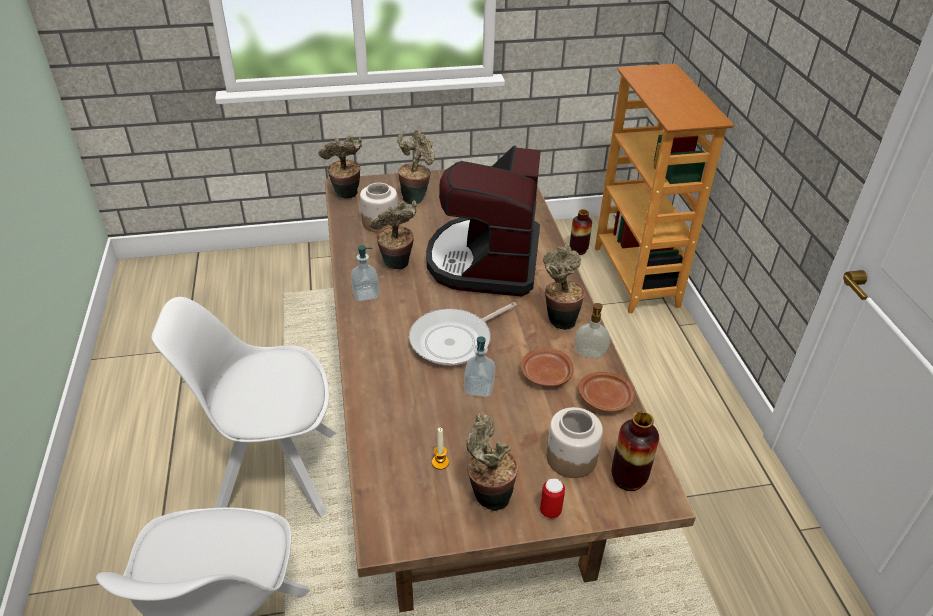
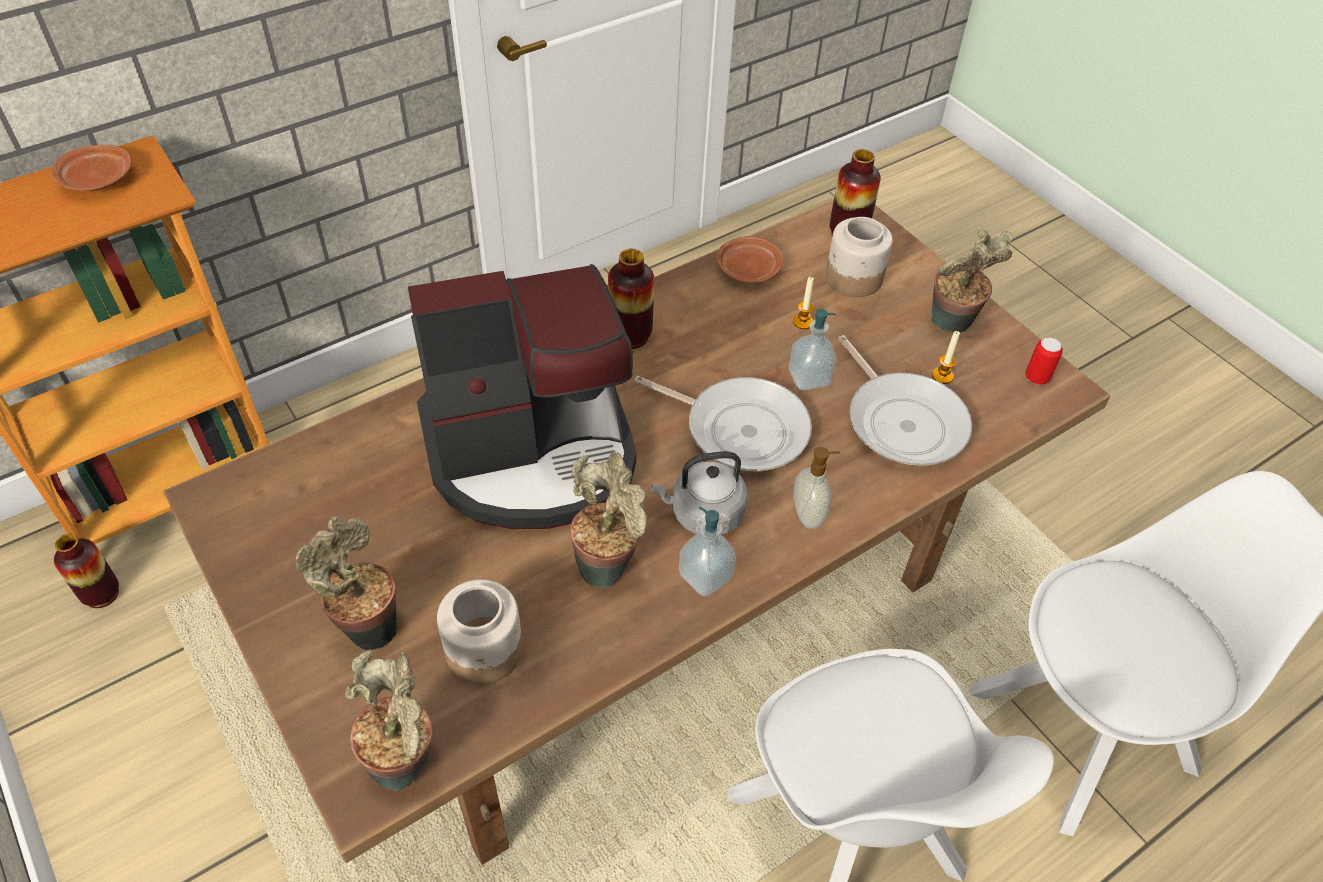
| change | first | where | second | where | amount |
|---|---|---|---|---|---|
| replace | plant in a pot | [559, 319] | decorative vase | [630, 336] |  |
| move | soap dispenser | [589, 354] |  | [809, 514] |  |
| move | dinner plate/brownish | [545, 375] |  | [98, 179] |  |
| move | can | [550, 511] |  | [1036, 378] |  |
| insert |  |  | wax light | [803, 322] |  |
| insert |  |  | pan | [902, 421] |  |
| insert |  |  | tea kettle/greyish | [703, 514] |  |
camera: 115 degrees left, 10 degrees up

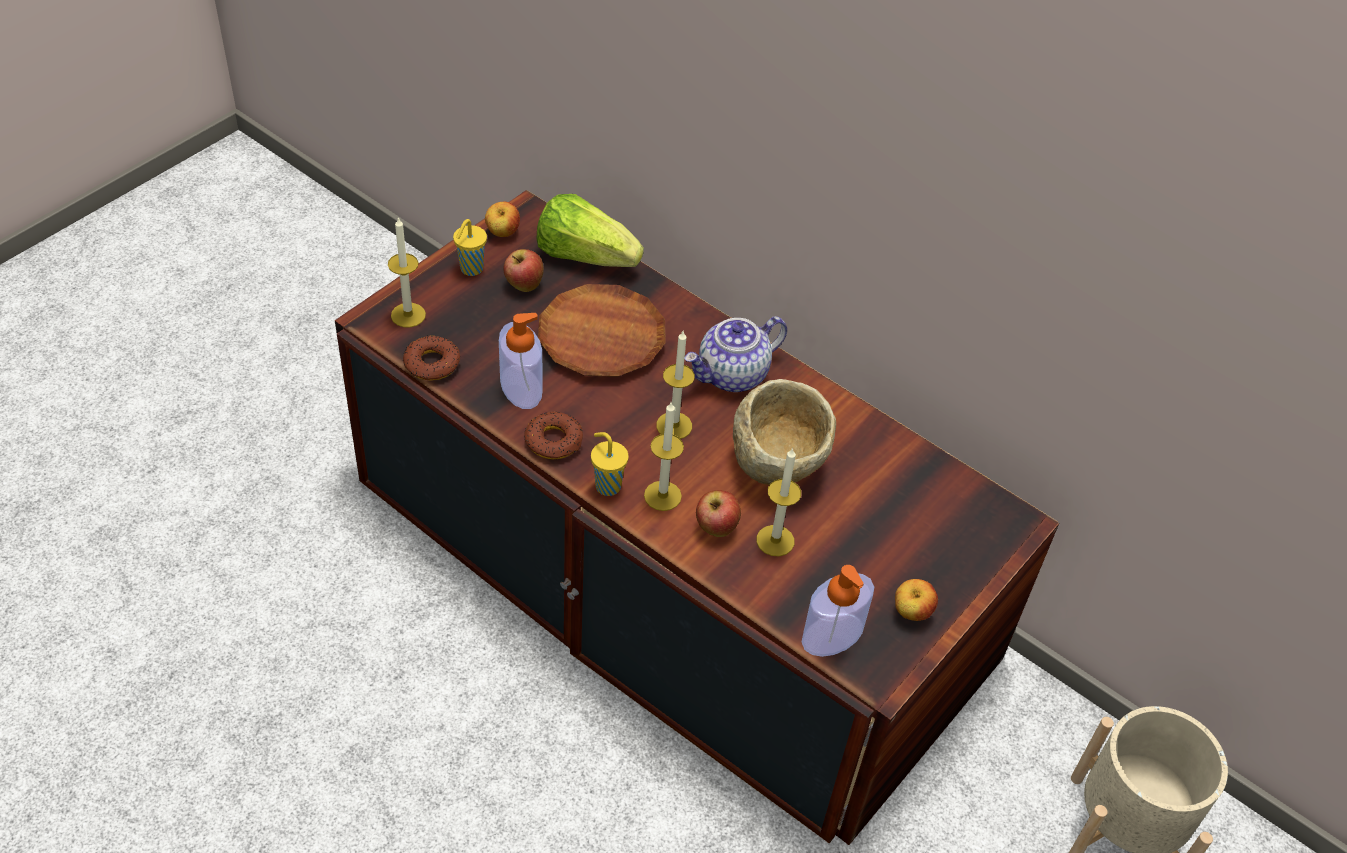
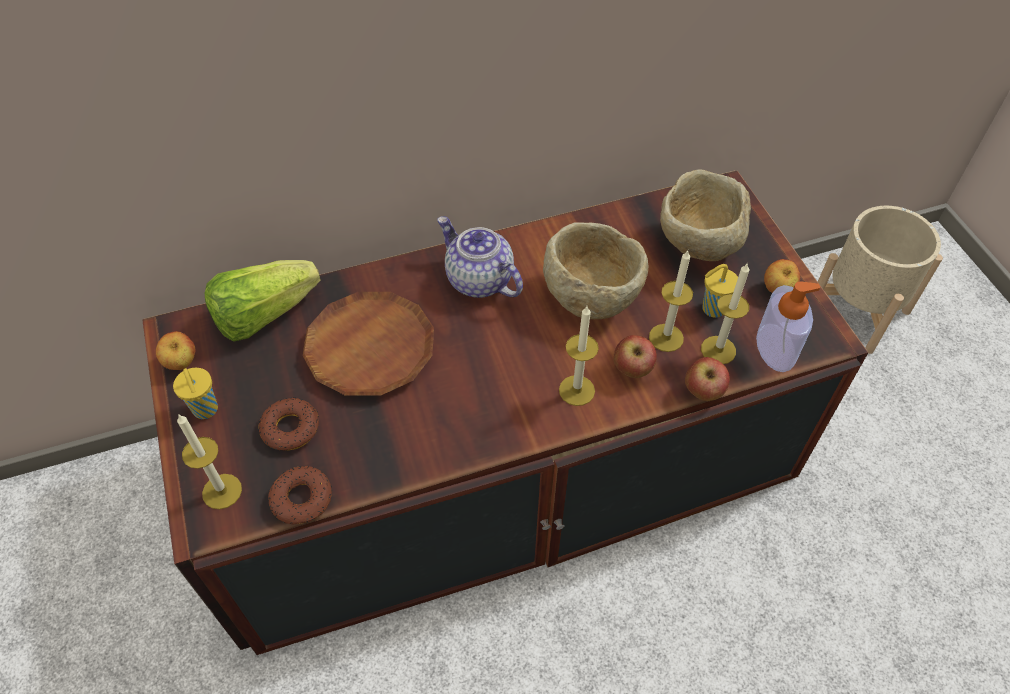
| change | first | where | second | where | amount |
|---|---|---|---|---|---|
| move | apple | [523, 285] |  | [703, 392] |  |
| delete | soap dispenser | [521, 387] |  |  |  |
| rotate | teapot | [732, 375] |  | [478, 280] | 135 degrees clockwise |
| move | wax light | [674, 425] |  | [718, 350] |  |
| move | doughnut | [554, 441] |  | [290, 428] |  |
| move | cup/yellow-coloured | [607, 485] |  | [712, 309] |  |
| insert |  |  | serving bowl/beige | [698, 245] |  |
camera: 55 degrees left, 5 degrees up

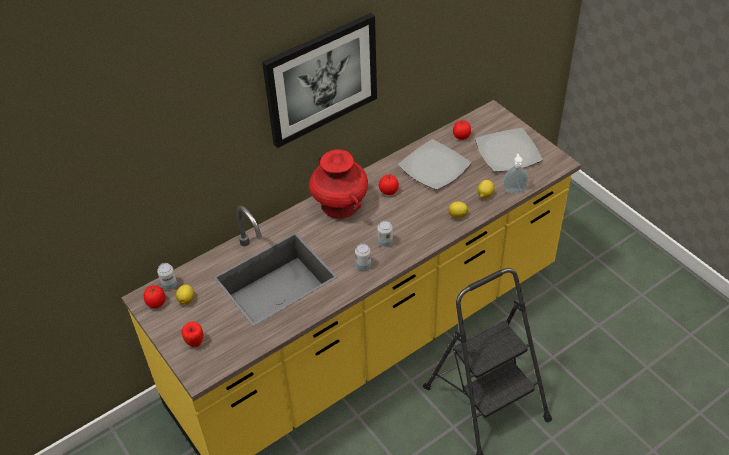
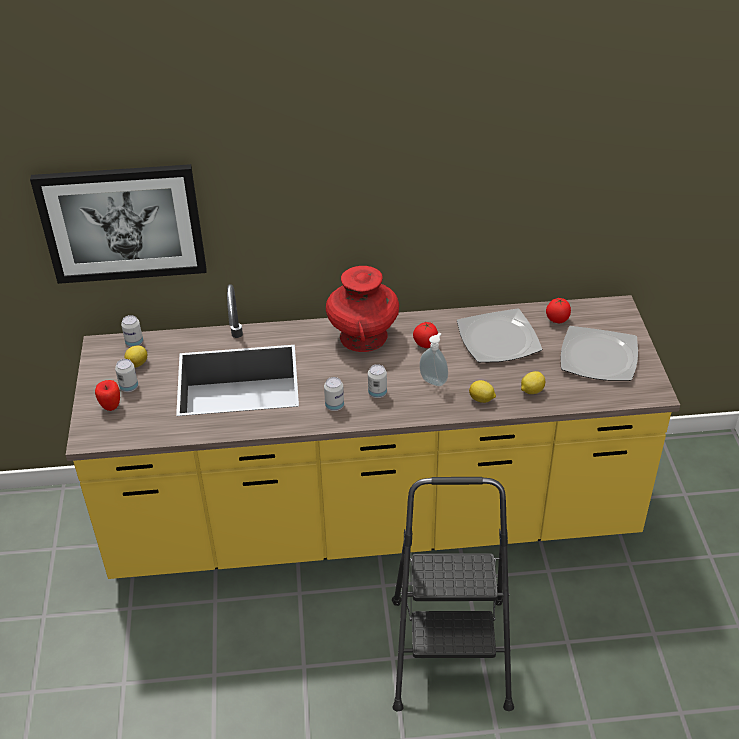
| change | first | where | second | where | amount |
|---|---|---|---|---|---|
| move | wall picture | [321, 79] |  | [122, 223] |  |
| move | soap dispenser | [514, 190] |  | [434, 381] |  |
| delete | whole tomato | [156, 303] |  |  |  |
| insert |  |  | can | [129, 387] |  |
camera: 30 degrees right, 5 degrees down

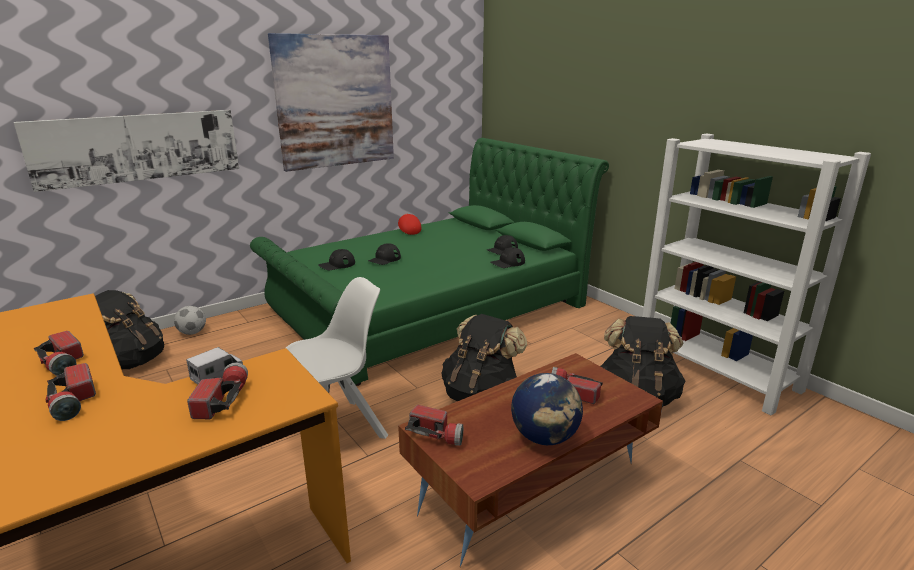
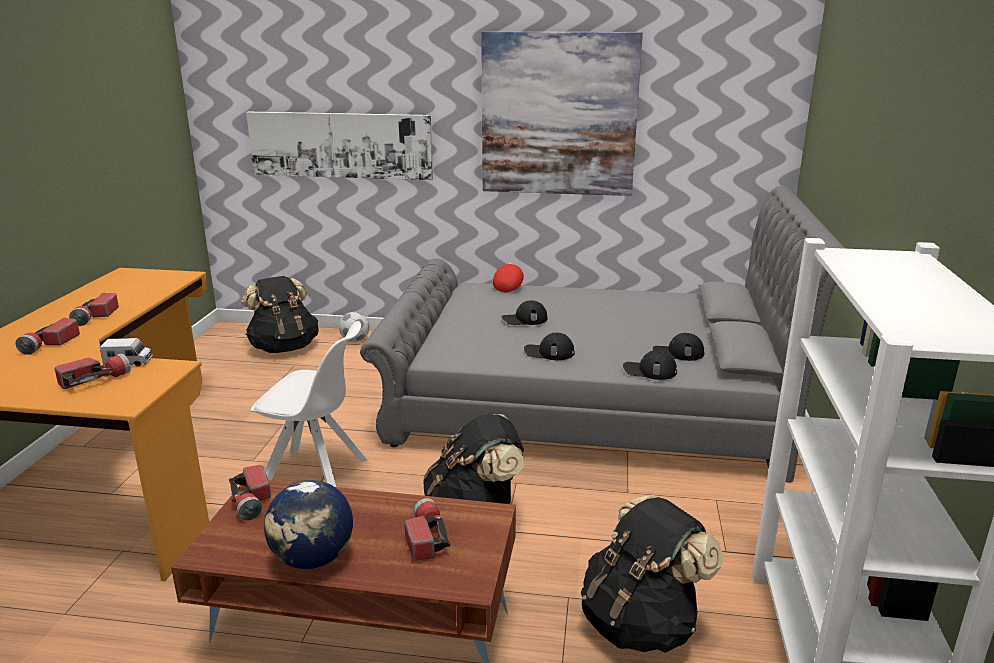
| change | first | where | second | where | amount |
|---|---|---|---|---|---|
| recolor | bed/green | [430, 306] | bed/greyish | [588, 399] |  |
| move | cap/red-coloured | [408, 231] |  | [508, 286] |  |
| move | cap/black-coloured | [337, 265] |  | [549, 352] |  |
camera: 45 degrees right, 0 degrees up

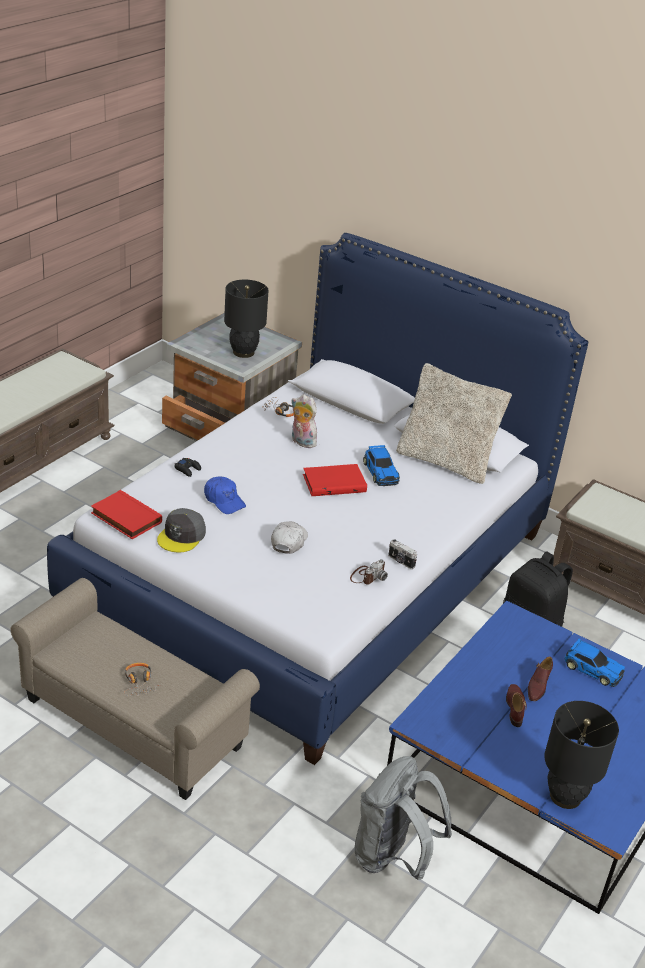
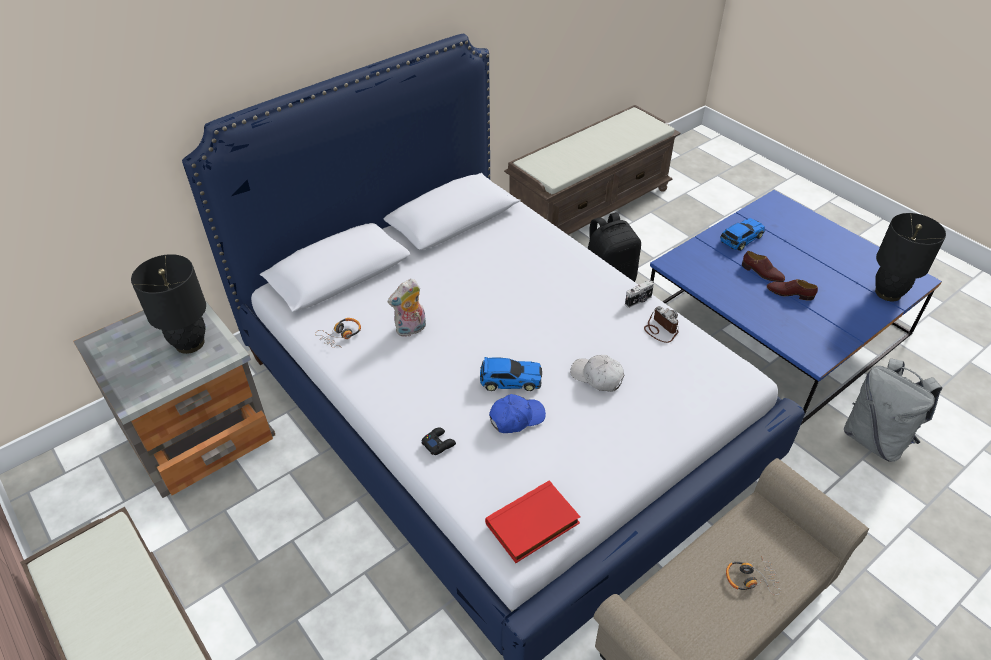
| change | first | where | second | where | amount |
|---|---|---|---|---|---|
| delete | pillow/beige | [446, 459] |  |  |  |
| move | toy car | [381, 472] |  | [509, 379] |  |
| delete | book/red-coloured | [334, 482] |  |  |  |
| delete | cap/greyish | [182, 536] |  |  |  |
camera: 70 degrees left, 10 degrees up

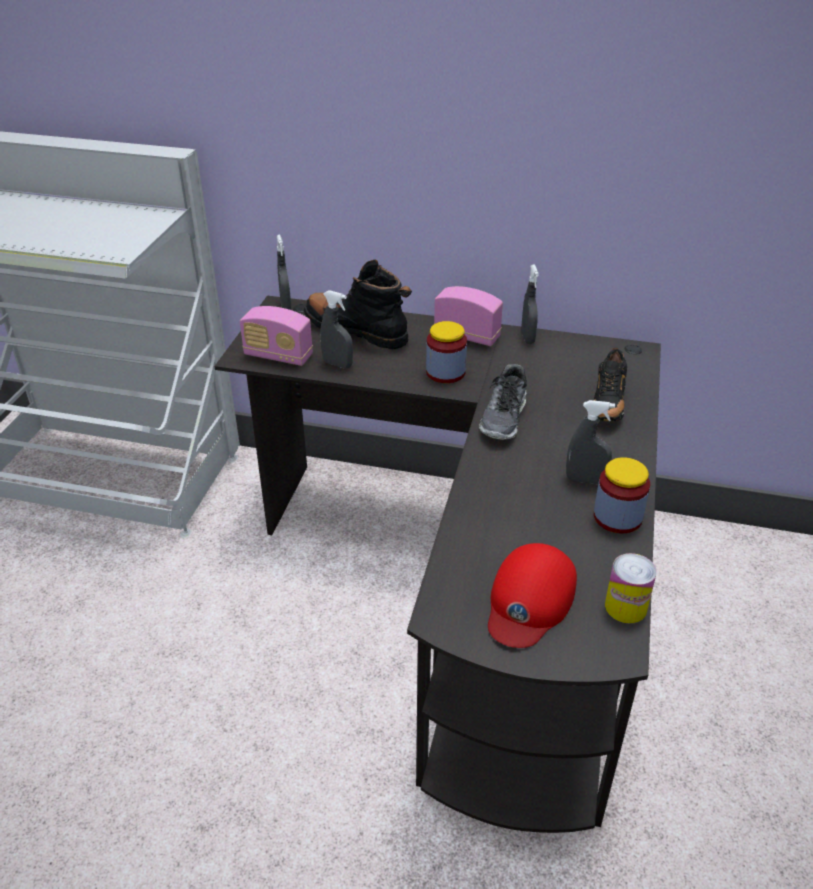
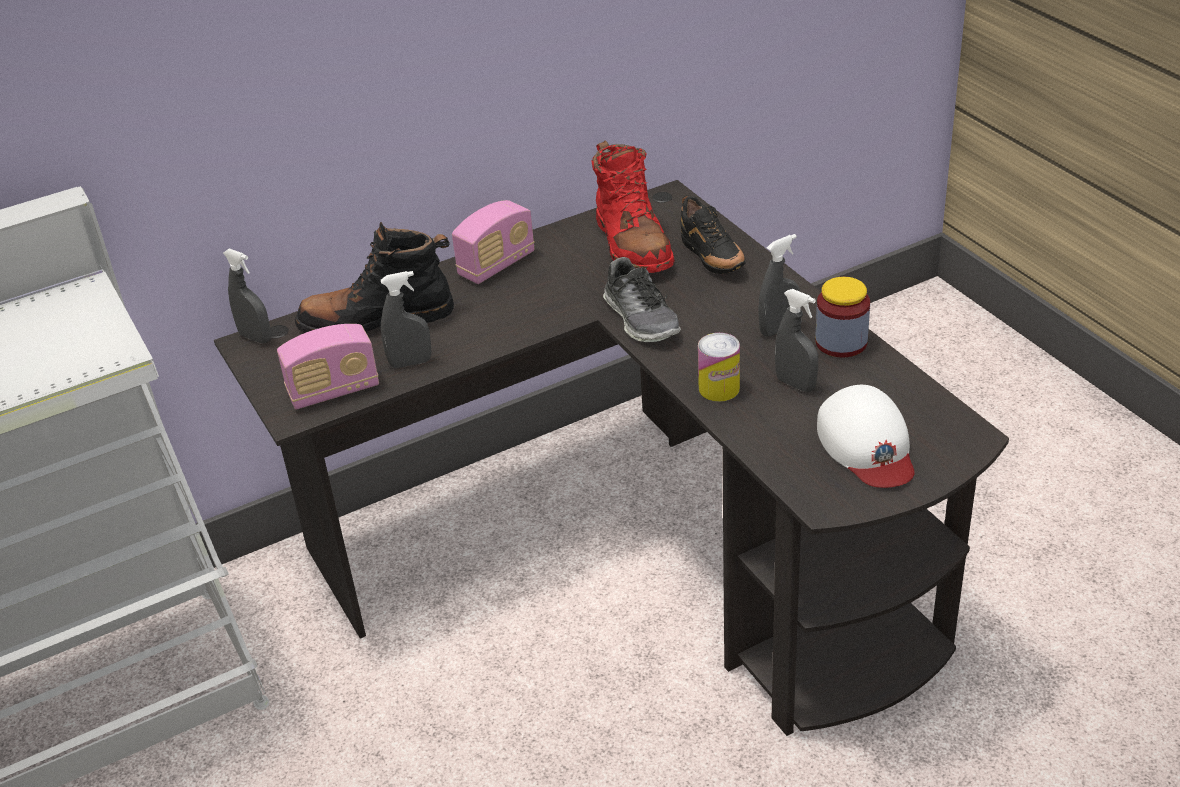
| change | first | where | second | where | amount |
|---|---|---|---|---|---|
| move | spray bottle/greyish | [527, 337] |  | [795, 384] |  |
| rotate | radio | [467, 335] |  | [497, 265] | 150 degrees clockwise |
| delete | storage jar | [445, 372] |  |  |  |
| recolor | cap/red-coloured | [529, 601] | cap/white-coloured | [867, 445] |  |
| move | can | [625, 607] |  | [719, 388] |  |
| insert |  |  | tall boot/red-coloured | [632, 244] |  |
camera: 40 degrees left, 0 degrees up

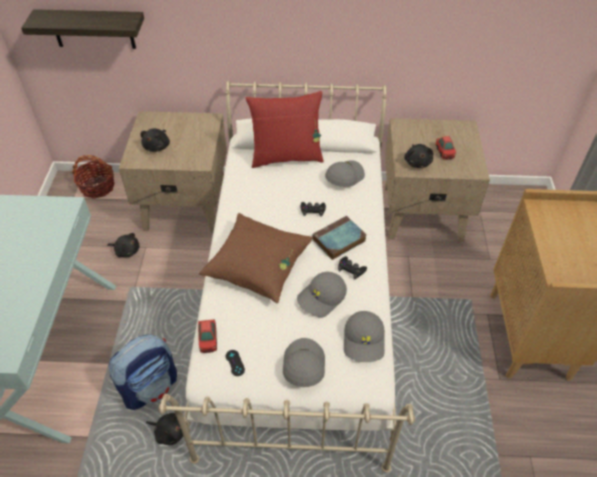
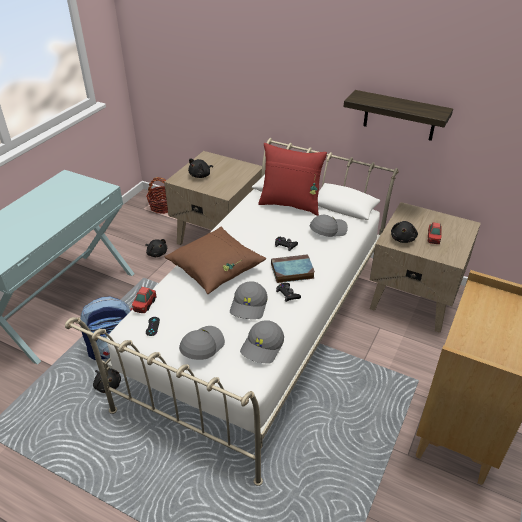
| change | first | where | second | where | amount |
|---|---|---|---|---|---|
| move | bracket shelf | [93, 29] |  | [399, 116] |  |
| rotate | cap/greyish | [322, 298] |  | [249, 306] | 60 degrees counterclockwise |
camera: 25 degrees right, 10 degrees down

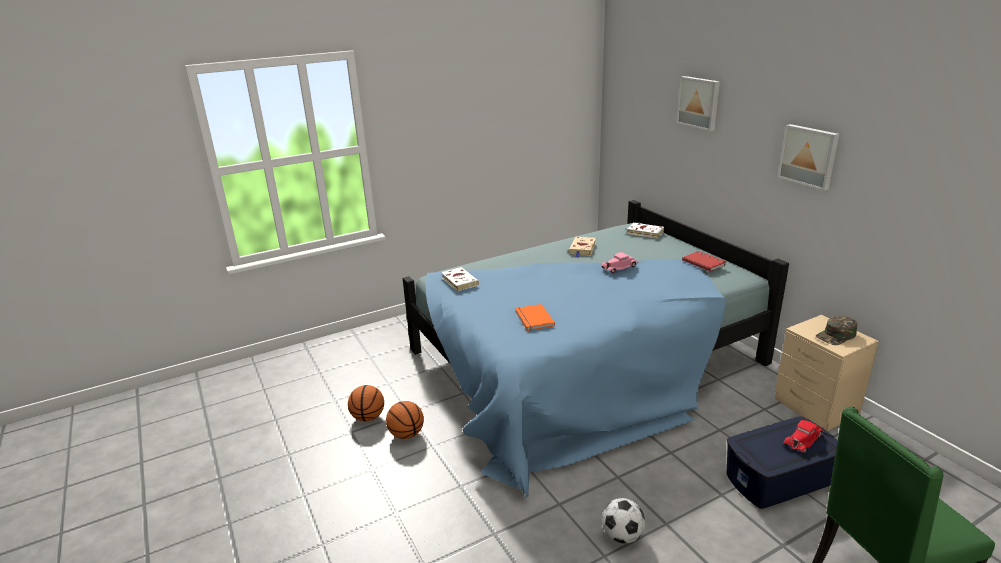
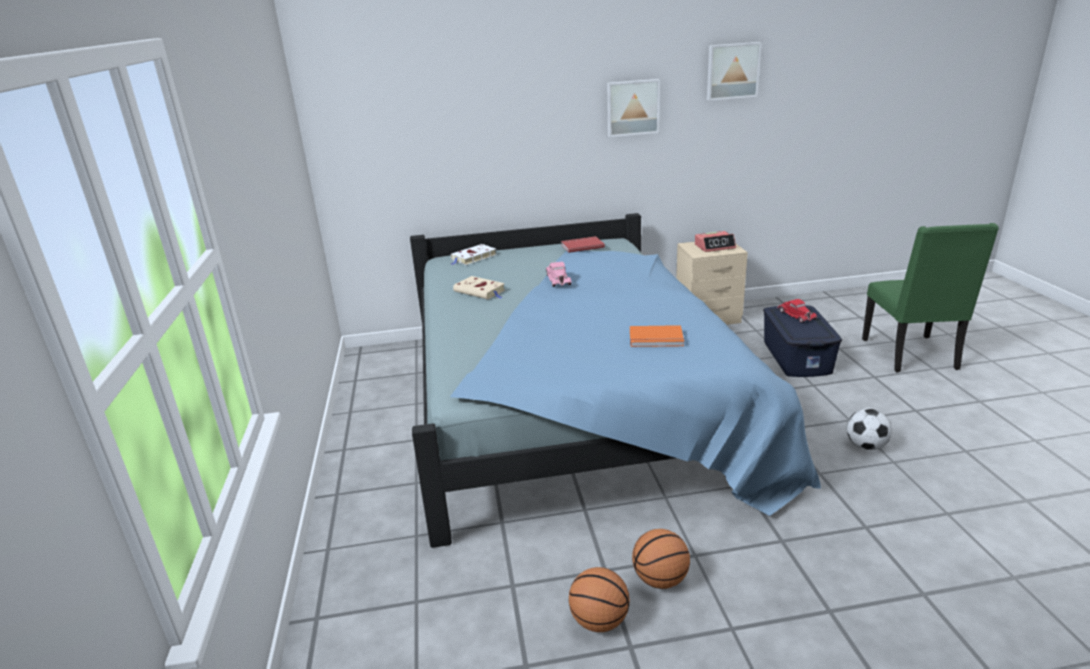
| change | first | where | second | where | amount |
|---|---|---|---|---|---|
| move | wall picture | [699, 102] |  | [732, 71] |  |
| delete | book/white-coloured | [459, 281] |  |  |  |
| replace | cap/green | [836, 335] | bedside clock | [715, 246] |  |
camera: 70 degrees left, 0 degrees up

